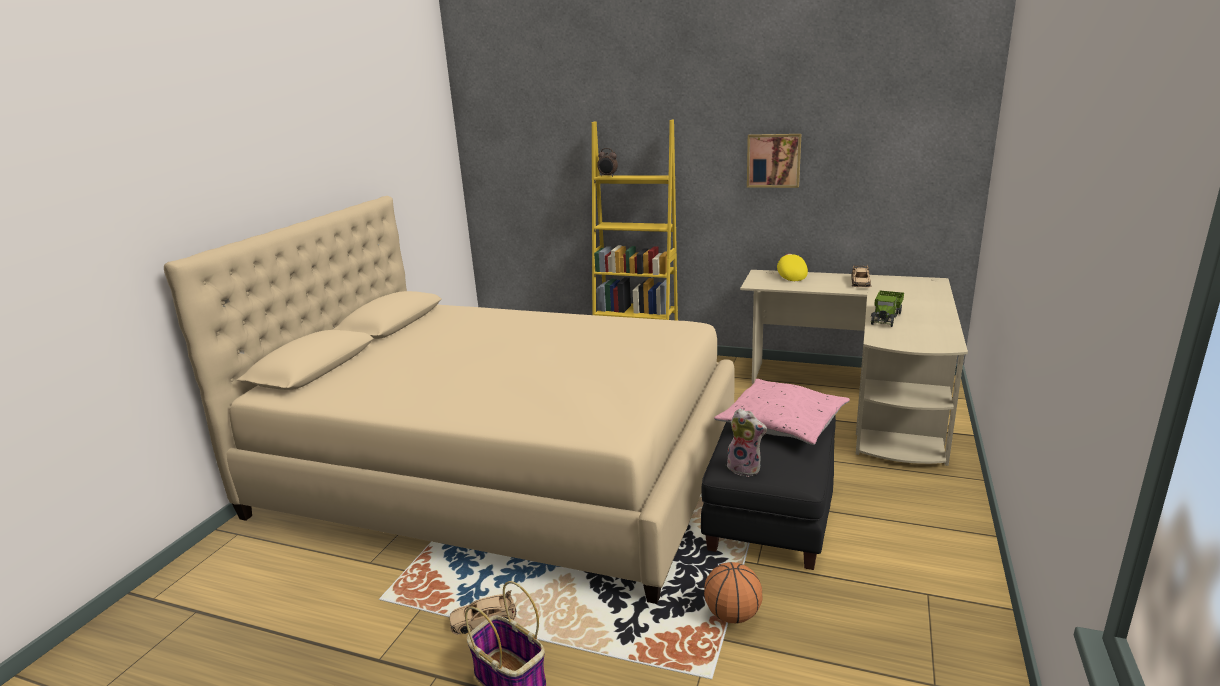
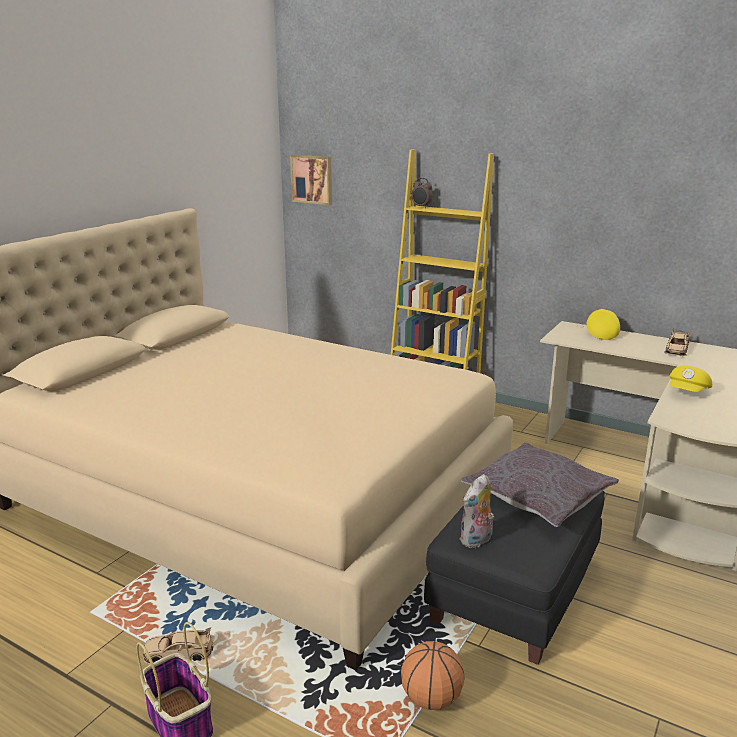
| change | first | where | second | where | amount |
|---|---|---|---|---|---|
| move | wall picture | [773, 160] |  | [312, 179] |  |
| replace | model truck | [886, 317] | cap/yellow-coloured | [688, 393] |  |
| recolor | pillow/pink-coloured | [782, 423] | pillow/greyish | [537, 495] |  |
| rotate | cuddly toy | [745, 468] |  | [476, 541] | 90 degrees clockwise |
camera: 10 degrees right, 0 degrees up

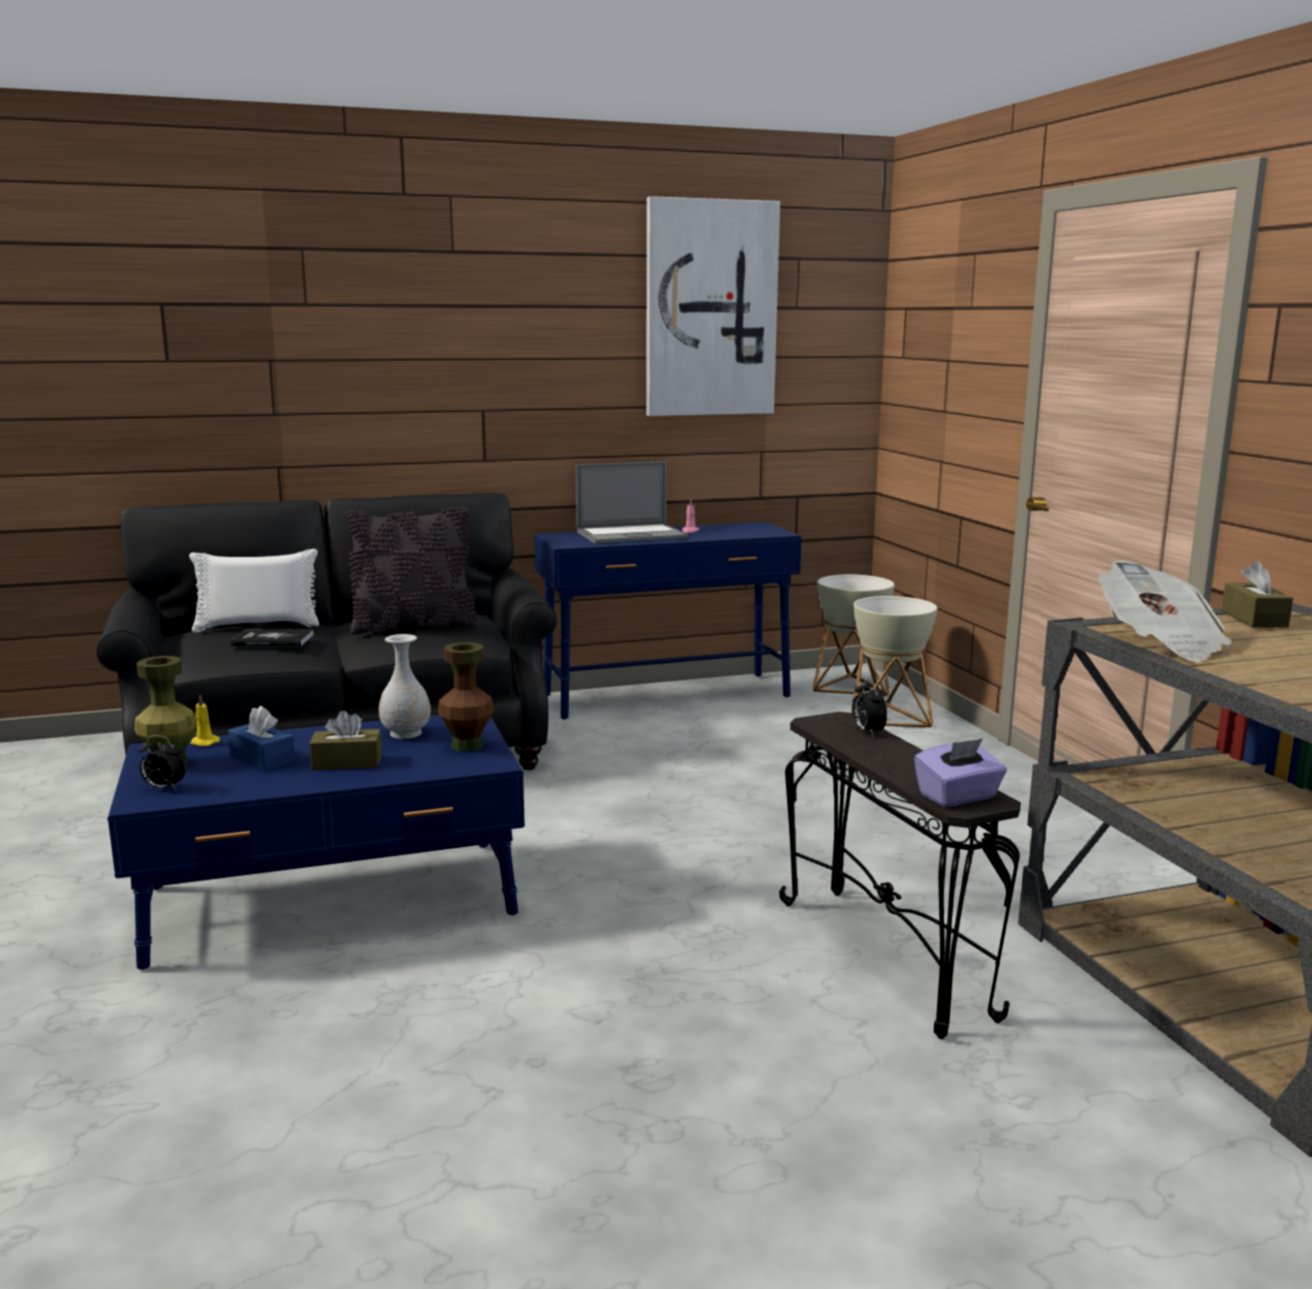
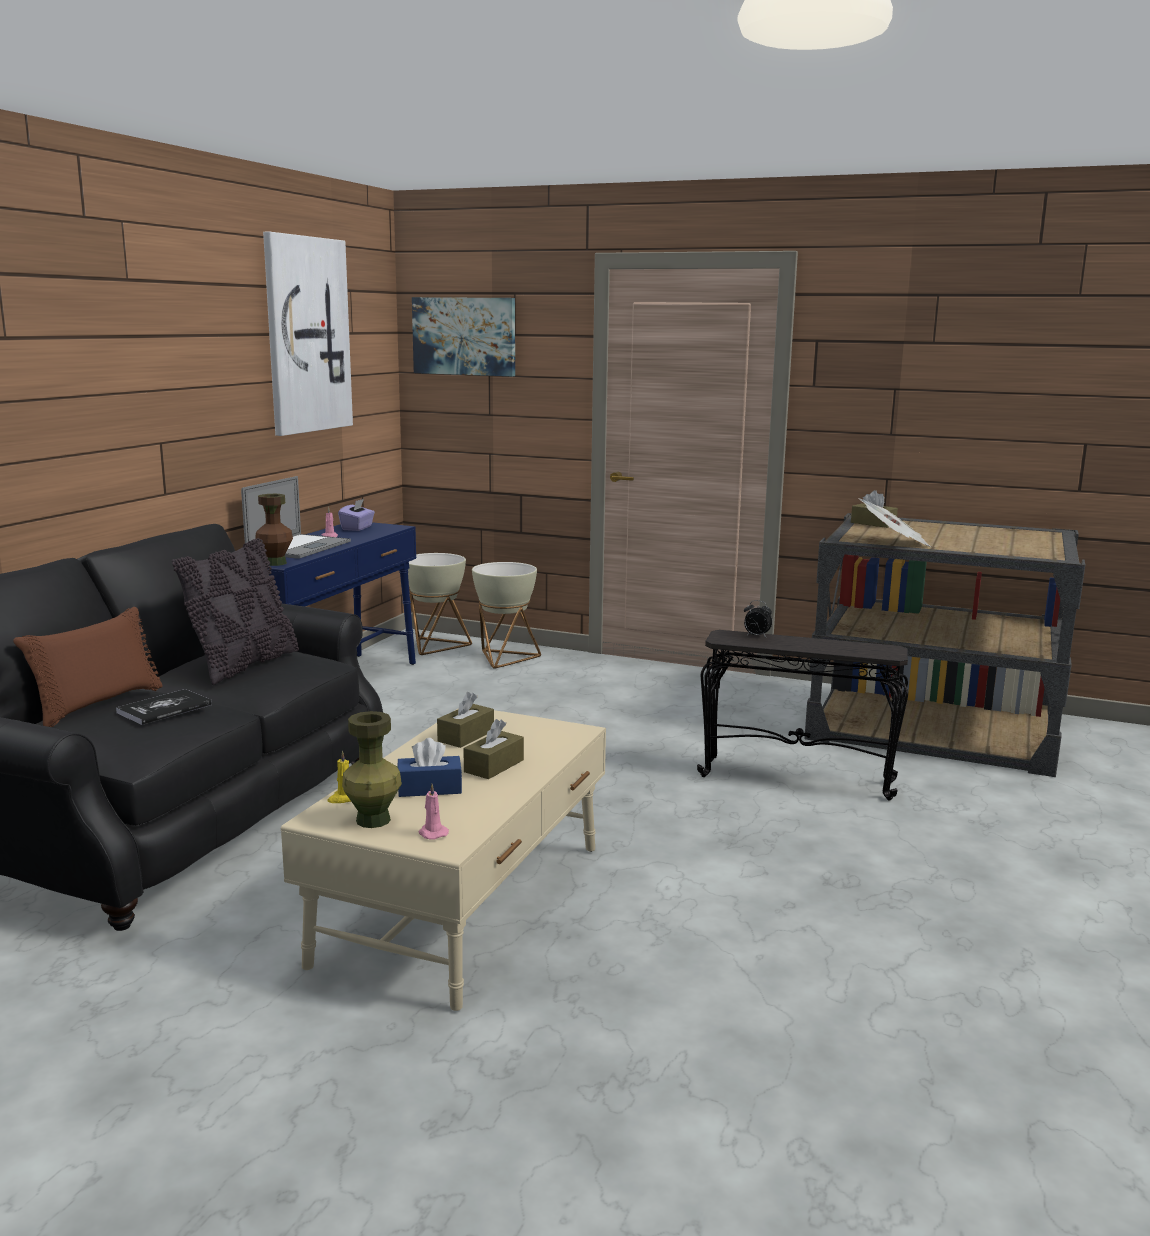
| change | first | where | second | where | amount |
|---|---|---|---|---|---|
| recolor | pillow/white-coloured | [258, 626] | pillow/brownish | [97, 705] |  |
| replace | decorative vase/white-coloured | [406, 733] | tissue holder/brownish | [466, 736] |  |
| move | decorative vase/brownish | [467, 746] |  | [276, 563] |  |
| recolor | coffee table/blue-coloured | [333, 901] | coffee table/beige | [464, 902] |  |
| replace | bedside clock | [163, 788] | wax light/pink-coloured | [432, 833] |  |
| move | tissue holder/purple | [958, 797] |  | [357, 528] |  |
| insert |  |  | wall picture | [464, 336] |  |
camera: 50 degrees left, 0 degrees up

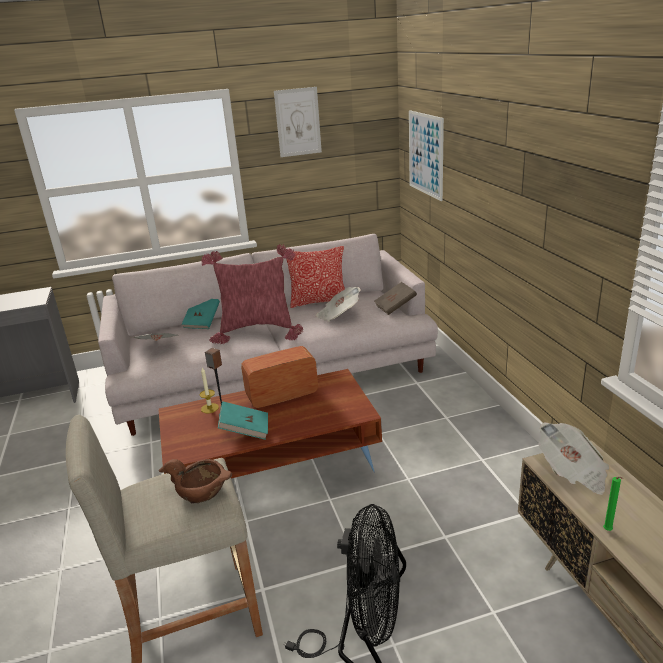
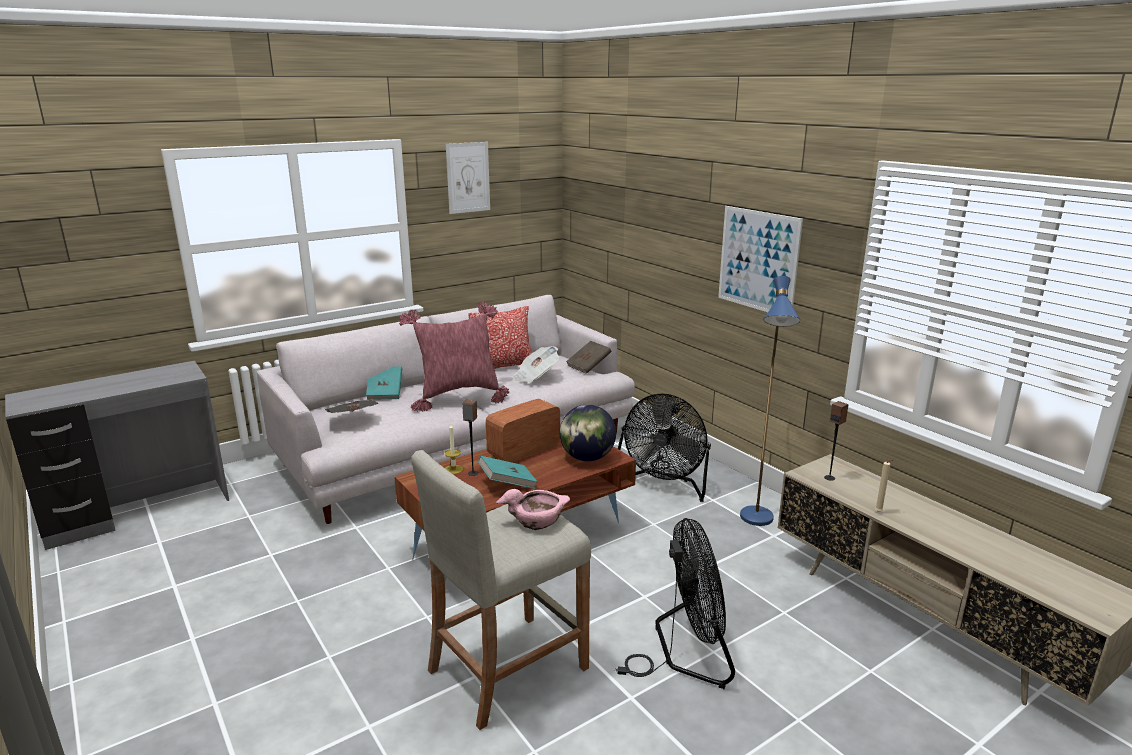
| change | first | where | second | where | amount |
|---|---|---|---|---|---|
| move | wall picture | [425, 154] |  | [758, 260] |  |
| replace | daily paper | [572, 472] | audio speaker | [829, 478] |  |
| recolor | serving bowl/brownish | [202, 491] | serving bowl/pink-coloured | [537, 520] |  |
| recolor | wax light/green | [608, 531] | wax light/beige | [879, 512] |  |
| insert |  |  | standard lamp/blue-coloured | [757, 524] |  |
| insert |  |  | electric fan/black-coloured | [662, 481] |  |
| insert |  |  | globe | [587, 458] |  |
camera: 20 degrees left, 5 degrees down

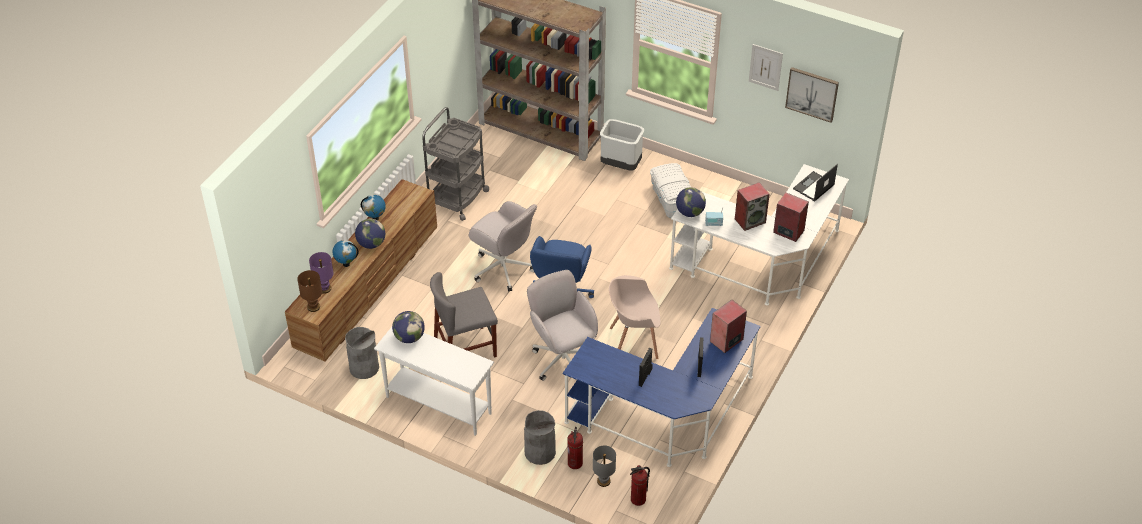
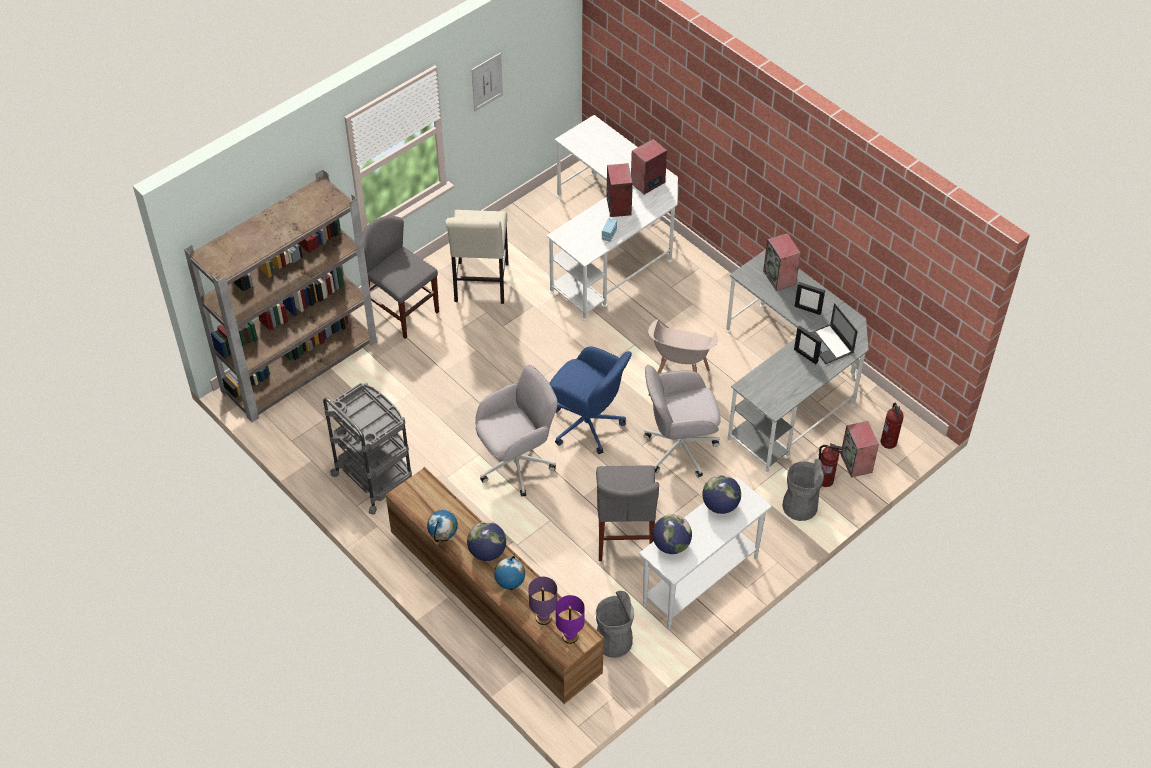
| change | first | where | second | where | amount |
|---|---|---|---|---|---|
| delete | wall picture | [812, 94] |  |  |  |
| replace | trash can/greyish | [621, 165] | upright chair/greyish | [402, 311] |  |
| replace | storage container/white-coloured | [671, 199] | sitting stool/beige | [480, 286] |  |
| move | notebook computer | [813, 187] |  | [829, 345] |  |
| move | globe | [690, 212] |  | [720, 505] |  |
| recolor | tabletop lamp/brownish | [313, 307] | tabletop lamp/purple | [570, 636] |  |
| recolor | desk table/blue-coloured | [667, 416] | desk table/greyish | [789, 386] |  |
| replace | tabletop lamp/greyish | [603, 481] | audio speaker | [857, 463] |  |
camera: 70 degrees left, 5 degrees up

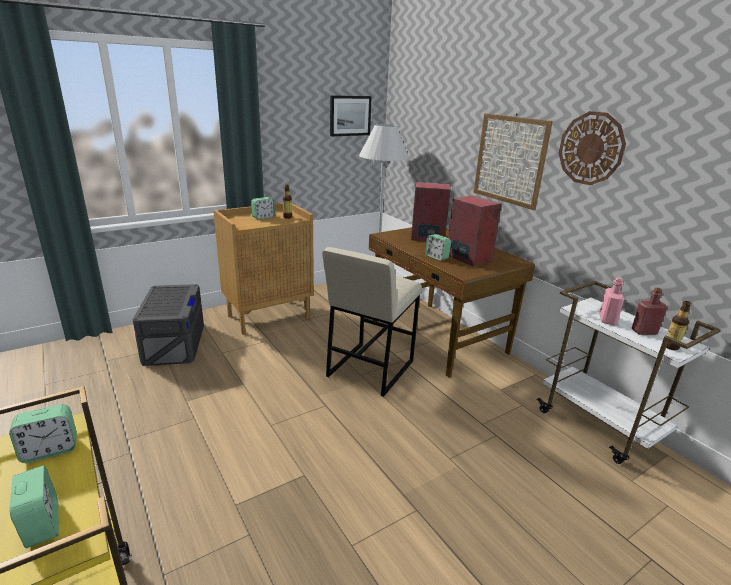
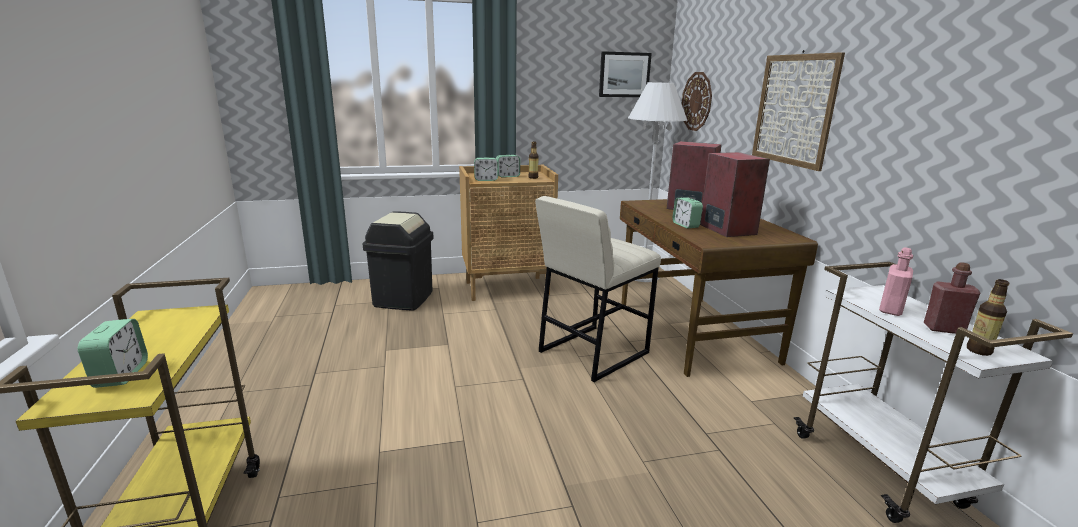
| change | first | where | second | where | amount |
|---|---|---|---|---|---|
| move | wall clock | [591, 148] |  | [697, 101] |  |
| replace | storage container/greyish | [174, 343] | trash can/black-coloured | [403, 299] |  |
| move | bedside clock | [50, 450] |  | [486, 180] |  |
camera: 20 degrees right, 5 degrees down

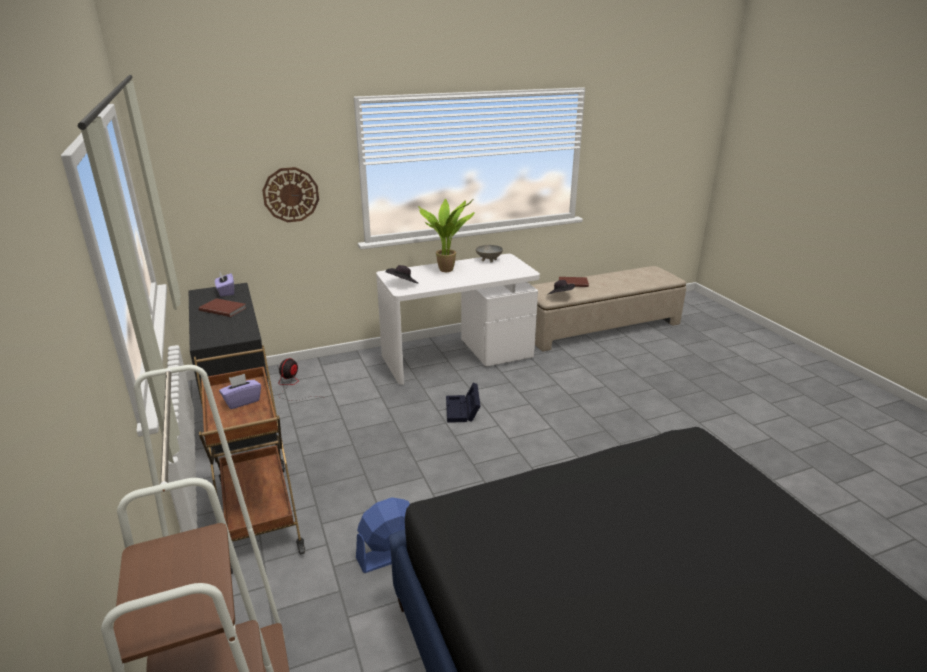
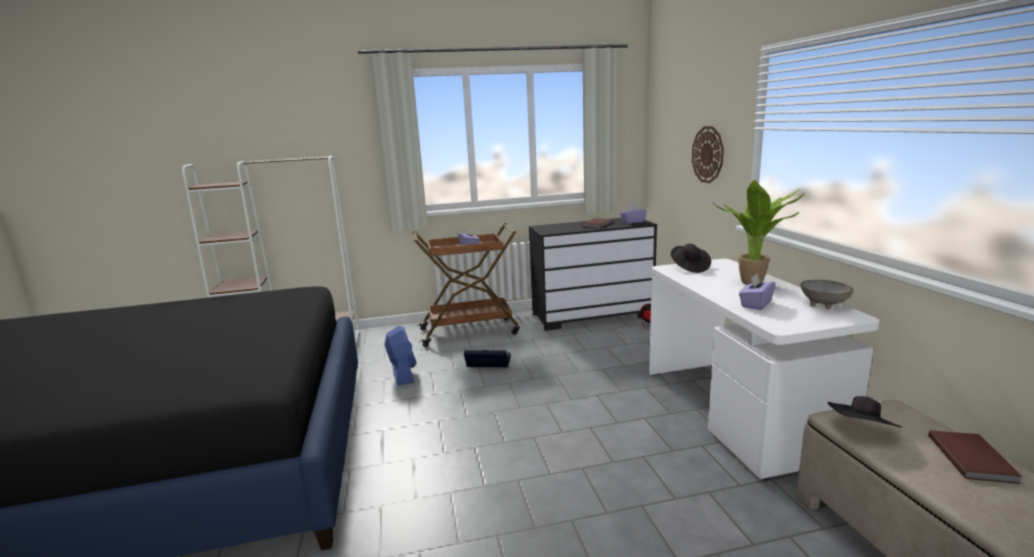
| change | first | where | second | where | amount |
|---|---|---|---|---|---|
| move | storage container/black-coloured | [463, 411] |  | [487, 363] |  |
| insert |  |  | tissue holder/purple | [755, 304] |  |
camera: 100 degrees right, 10 degrees down

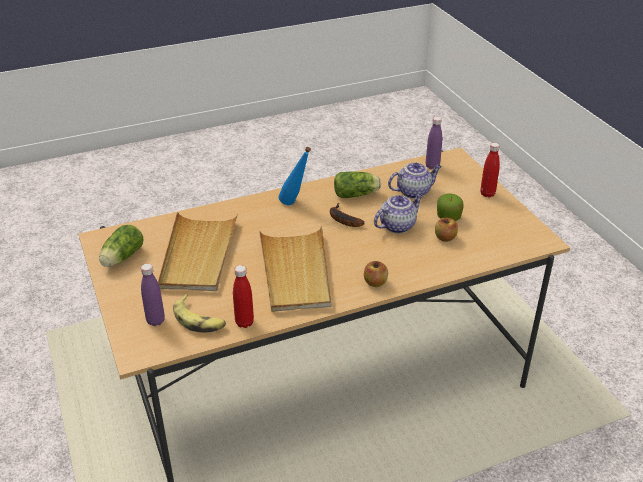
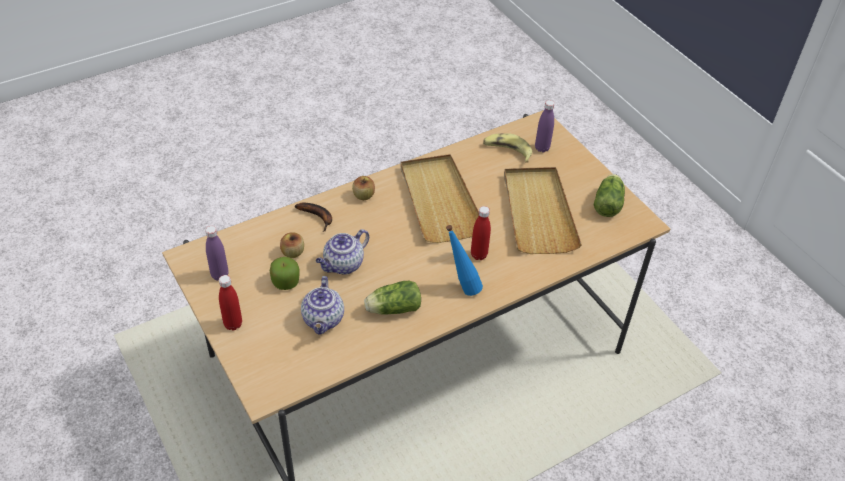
| change | first | where | second | where | amount |
|---|---|---|---|---|---|
| move | drink bottle/purple | [432, 166] |  | [220, 275] |  |
| rotate | teapot | [414, 191] |  | [323, 320] | 60 degrees counterclockwise |
| move | whole banana | [342, 219] |  | [318, 217] |  |
| move | drink bottle/red-coloured | [244, 322] |  | [479, 255] |  |
camera: 170 degrees right, 10 degrees up

